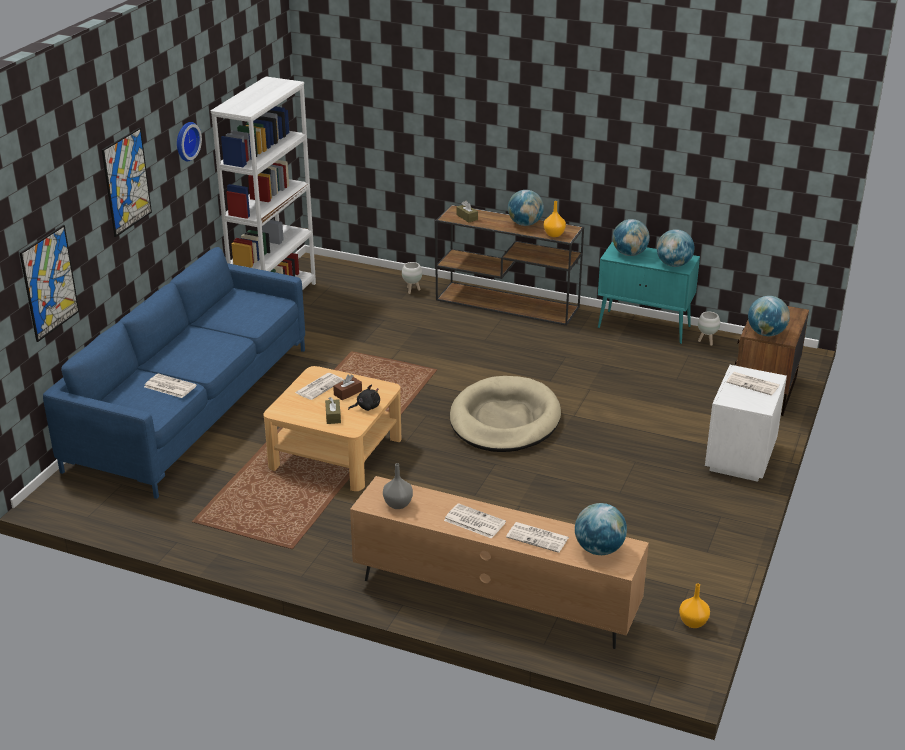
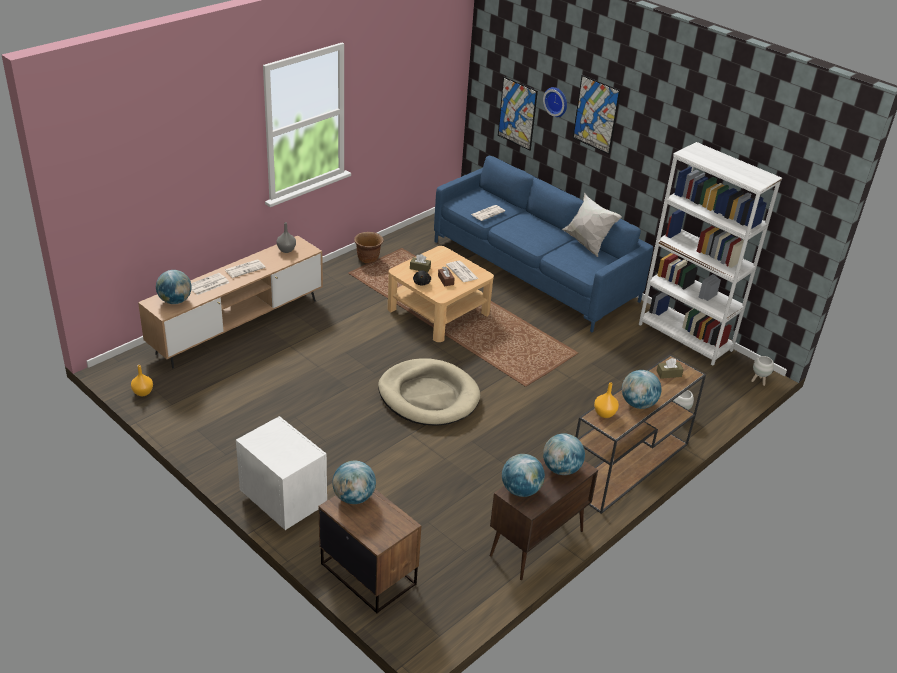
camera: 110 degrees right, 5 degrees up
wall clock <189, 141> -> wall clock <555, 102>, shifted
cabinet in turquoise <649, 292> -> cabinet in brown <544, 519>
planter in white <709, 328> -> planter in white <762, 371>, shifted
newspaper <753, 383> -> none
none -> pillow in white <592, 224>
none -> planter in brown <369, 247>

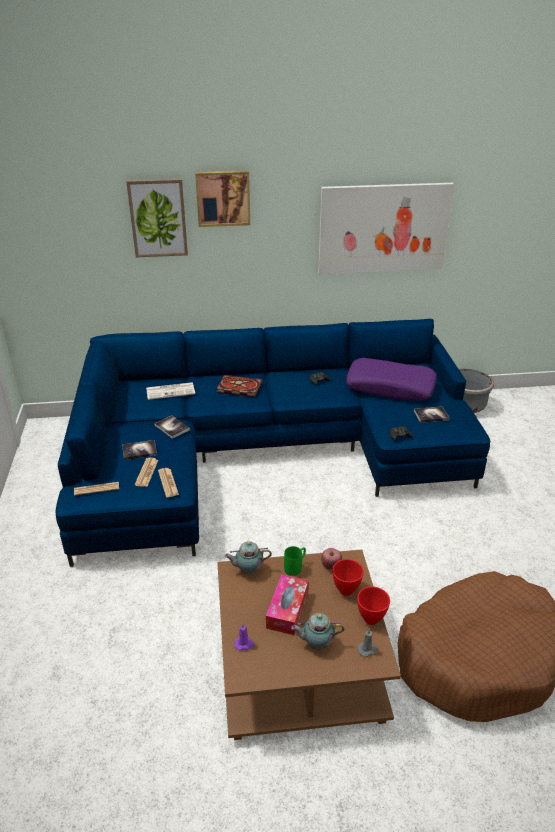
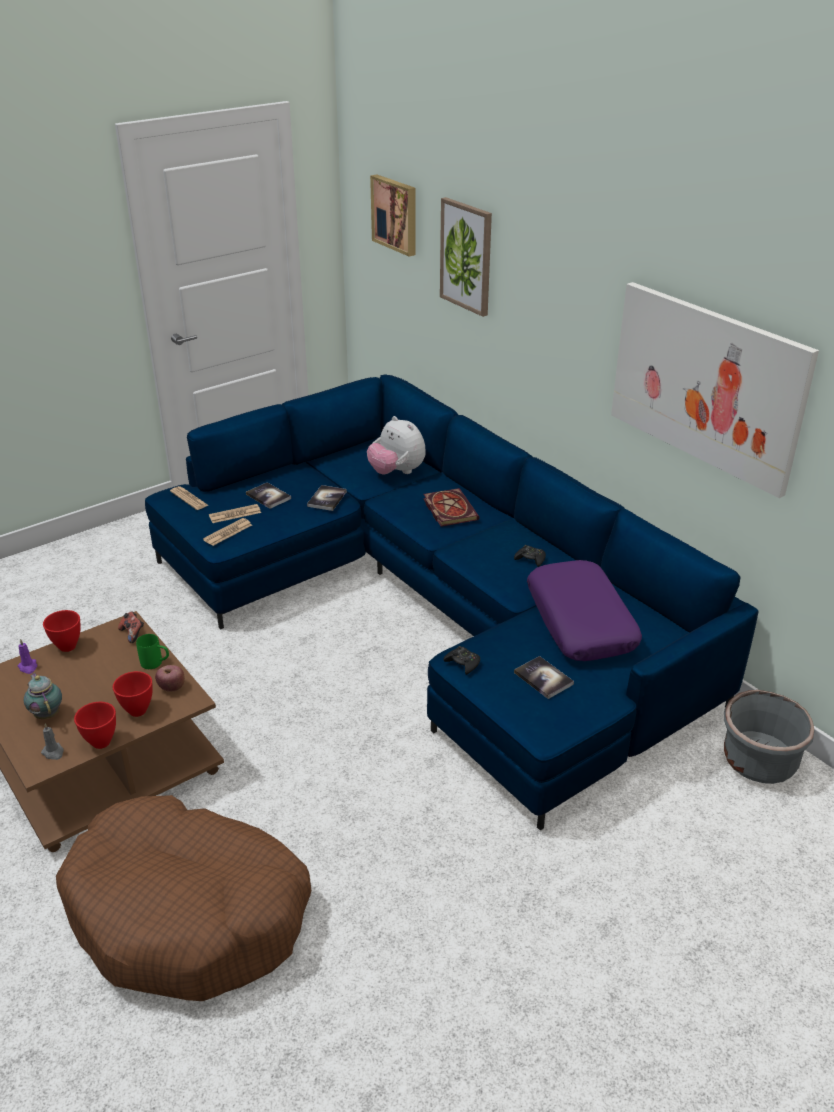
camera: 60 degrees right, 0 degrees up
picture <222, 198> -> picture <393, 215>, shifted
newspaper <170, 391> -> plush toy <396, 445>
teapot <248, 558> -> game controller <131, 627>
tissue box <287, 605> -> none
none -> bowl in red <62, 631>

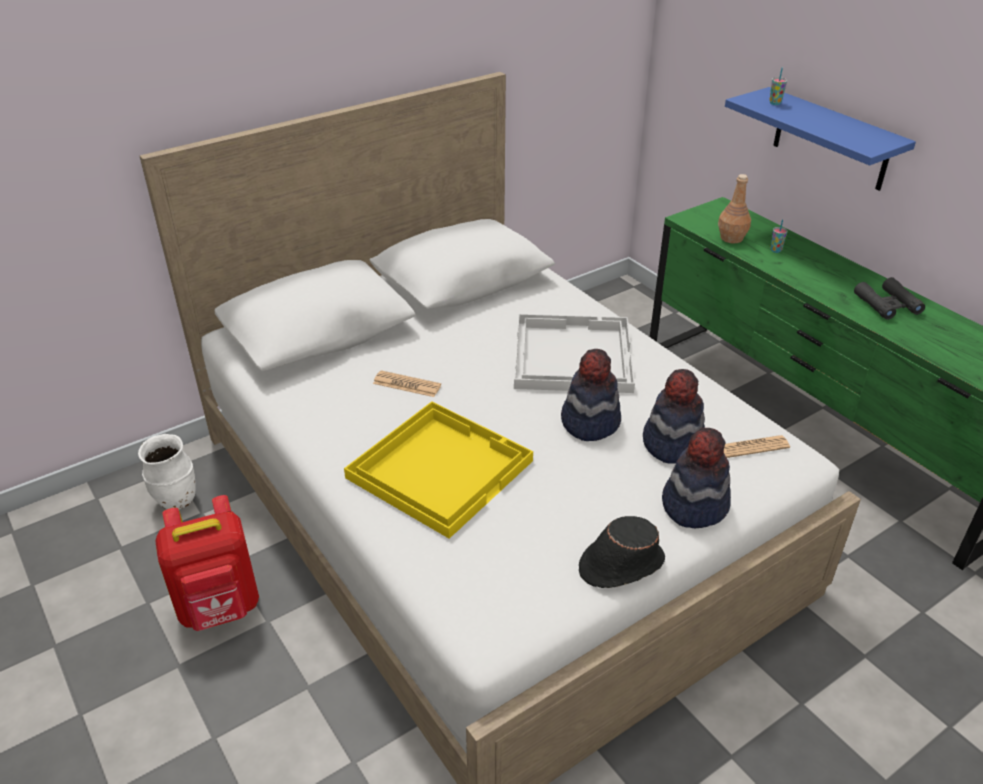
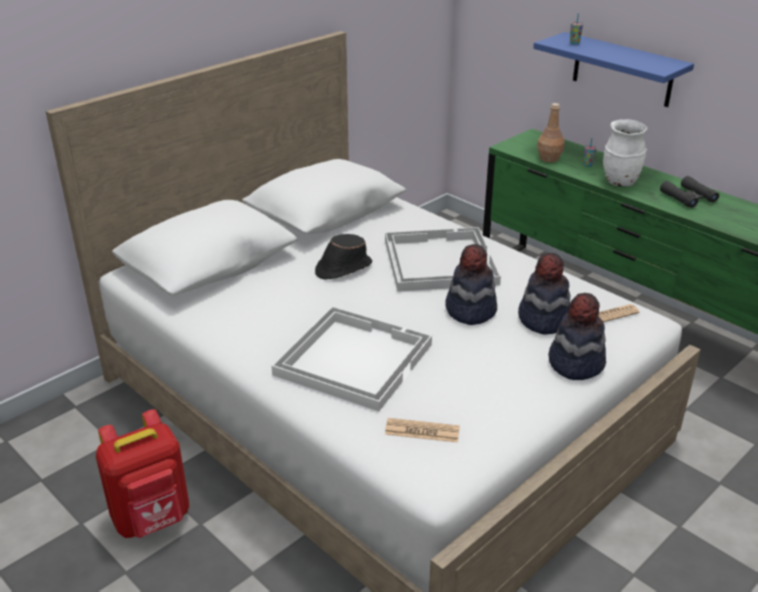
camera: 10 degrees left, 5 degrees down
newspaper <407, 383> -> newspaper <422, 430>, shifted
tray in yellow <438, 470> -> tray in white <352, 358>
vase in white <167, 472> -> vase in white <625, 153>, shifted
hat in black <622, 552> -> hat in black <343, 257>, shifted

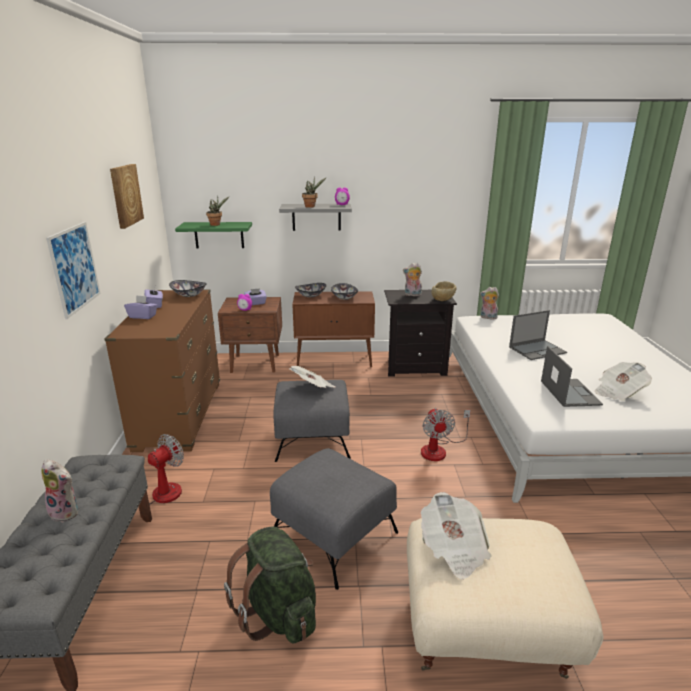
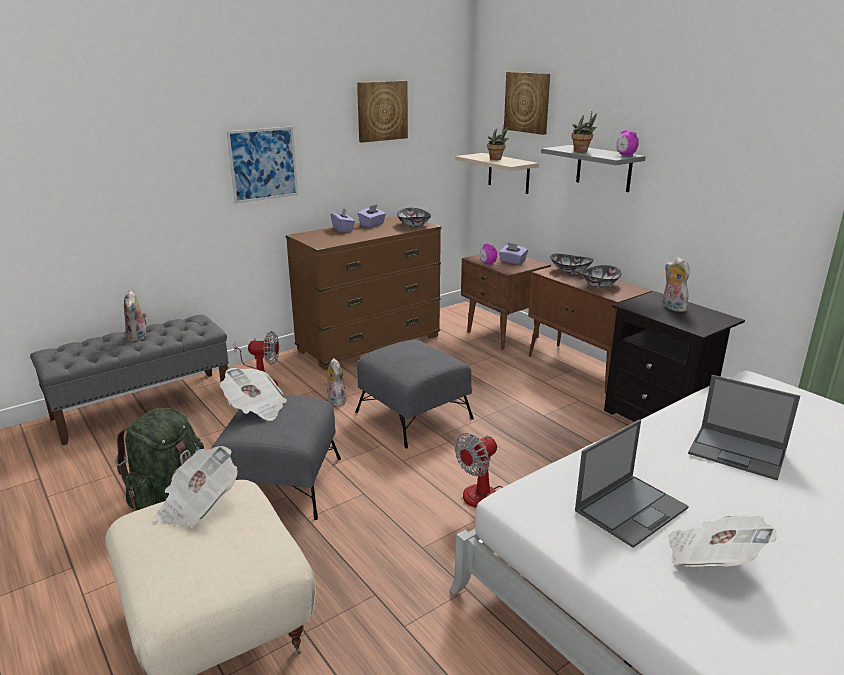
camera: 55 degrees right, 0 degrees up
shelf in green <213, 235> -> shelf in beige <497, 173>
bowl in beige <444, 291> -> none
plush toy <489, 303> -> plush toy <335, 382>, shifted
newspaper <312, 377> -> newspaper <253, 394>, shifted
none -> picture <527, 103>

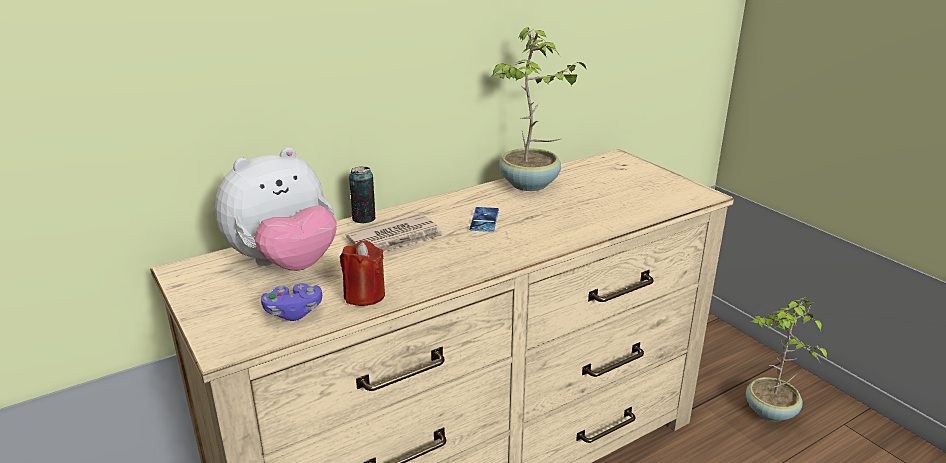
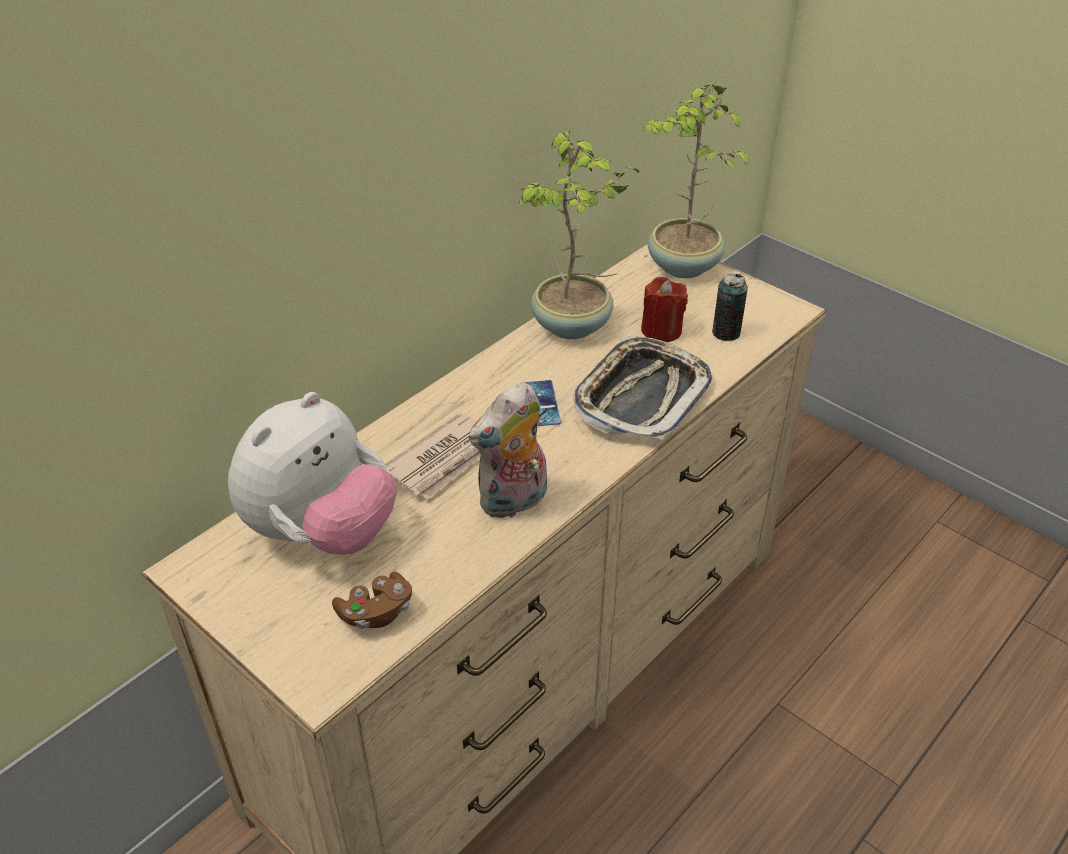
camera: 15 degrees left, 15 degrees up
can <362, 194> -> can <730, 307>, shifted
candle in red <362, 273> -> candle in red <664, 309>, shifted
game controller in purple <291, 302> -> game controller in brown <372, 600>
potted plant <786, 359> -> potted plant <695, 179>, shifted
none -> tray <642, 388>
none -> plush toy <508, 451>

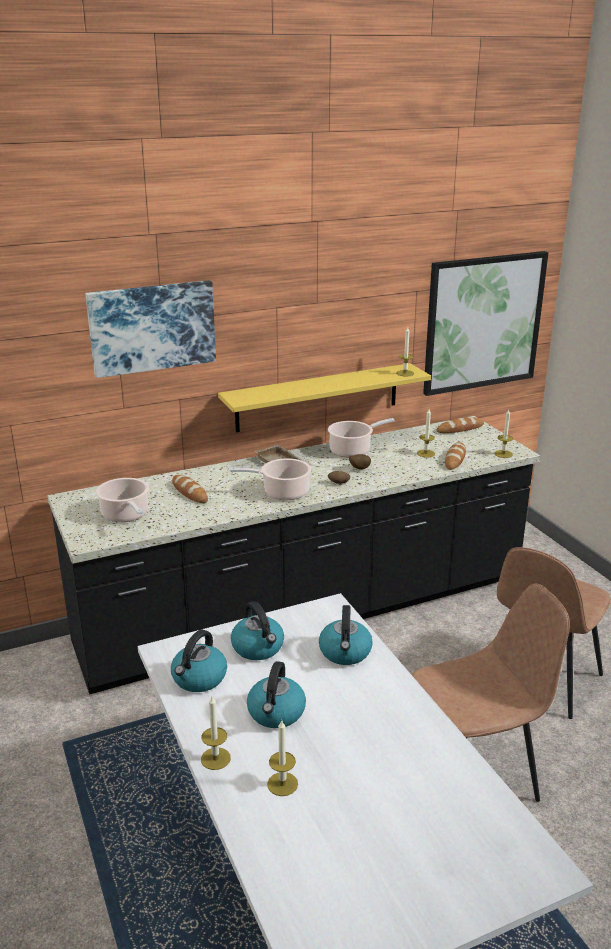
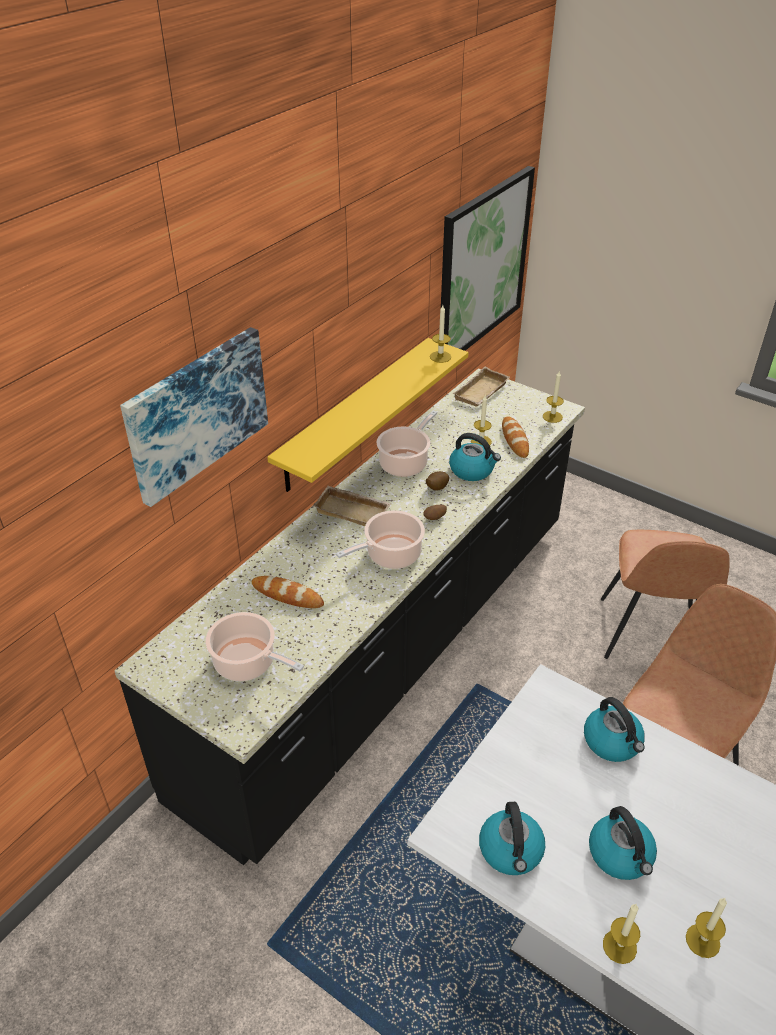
camera: 30 degrees left, 15 degrees up
bread <460, 425> -> tray in beige <481, 387>
kettle <257, 630> -> kettle <475, 457>, shifted

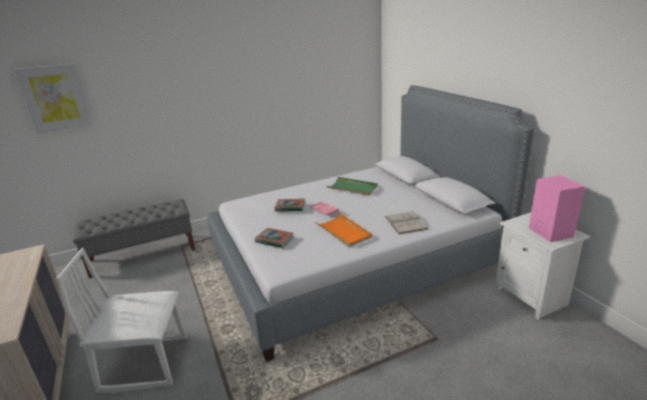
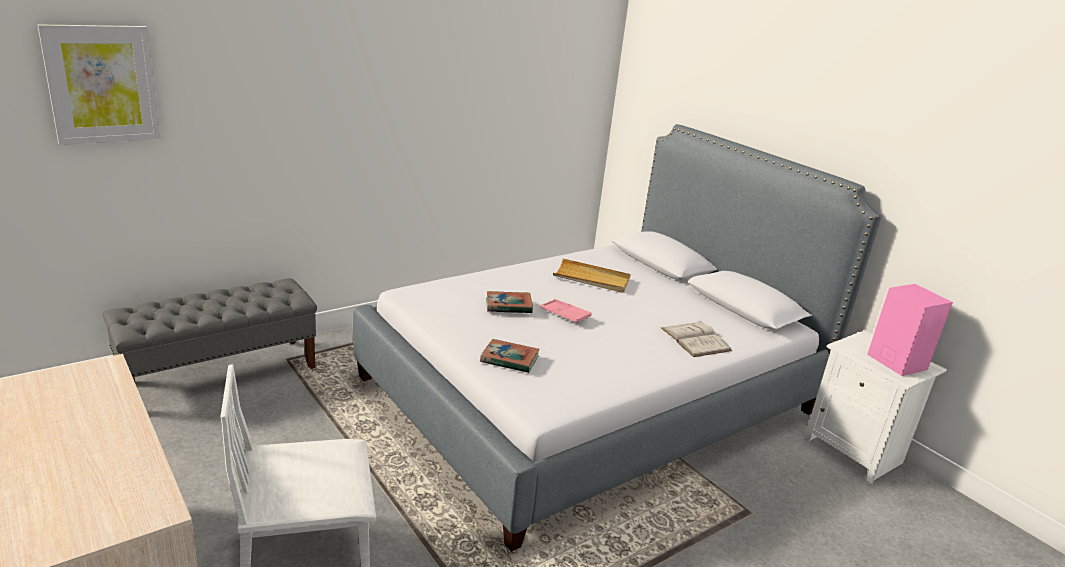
camera: 15 degrees left, 0 degrees up
tray in green <352, 186> -> tray in beige <592, 276>
tray in orange <343, 230> -> none

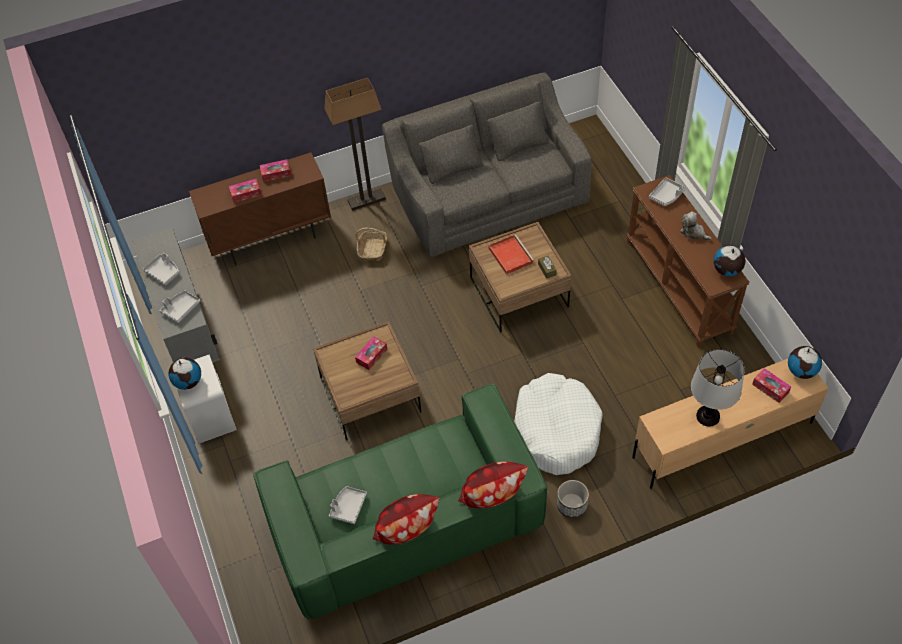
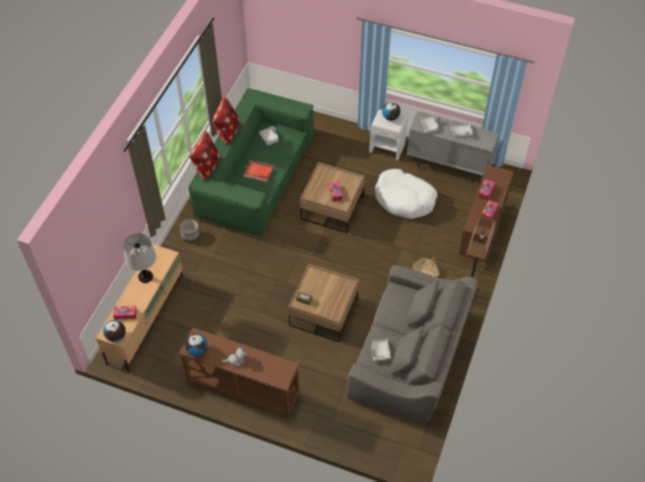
camera: 130 degrees right, 0 degrees up
tray in grey <667, 191> -> tray in grey <381, 350>, shifted
tray in red <511, 254> -> tray in red <258, 172>, shifted
dog bed in white <558, 424> -> dog bed in white <406, 194>, shifted

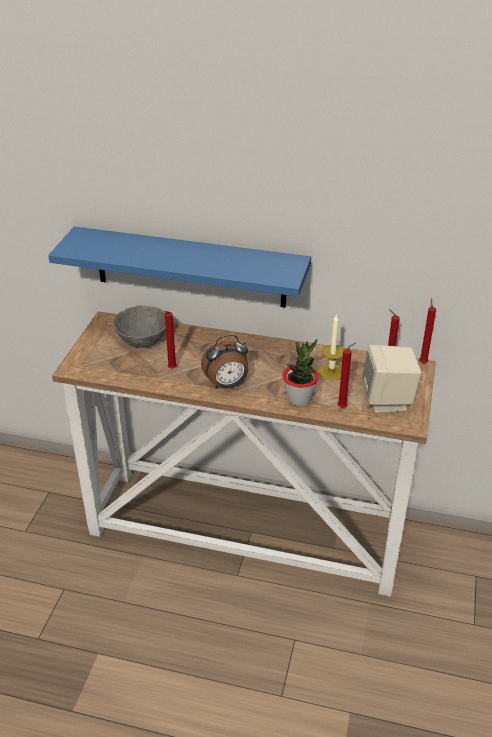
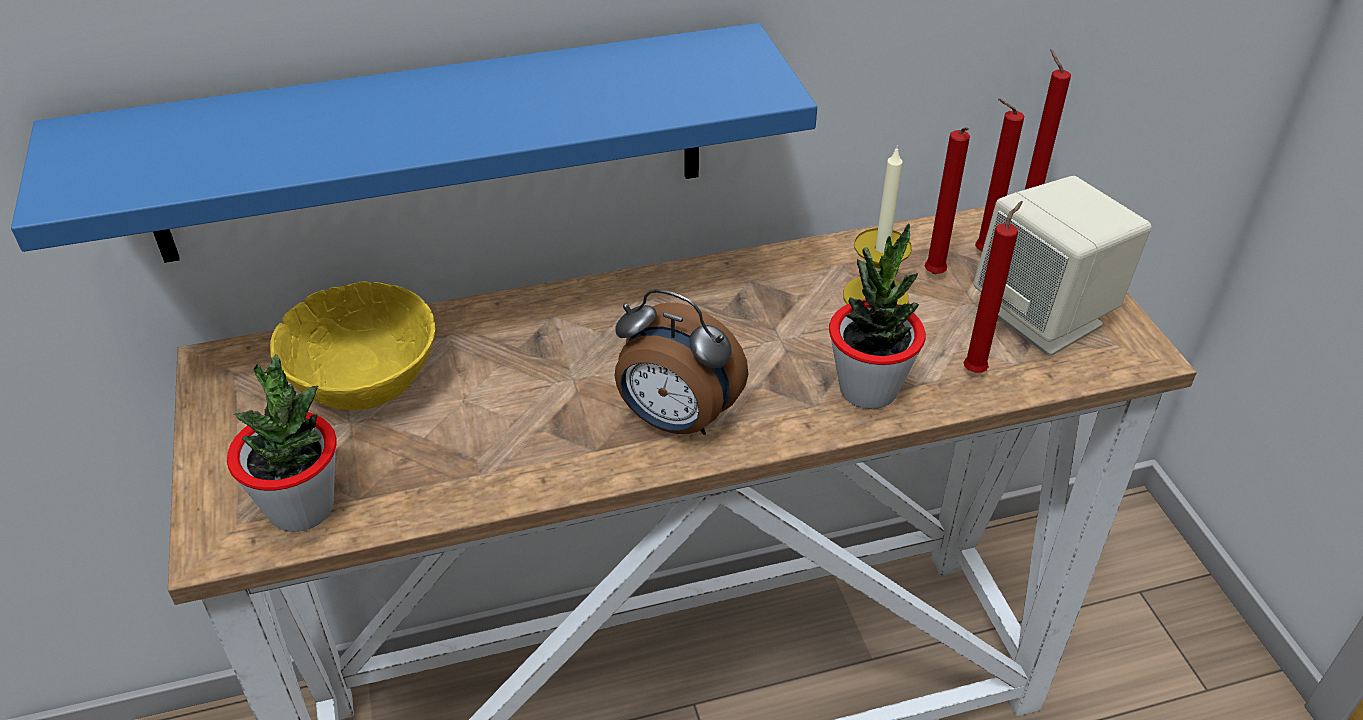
camera: 30 degrees left, 5 degrees up
bowl in grey <139, 326> -> bowl in yellow <353, 346>
candle in red <170, 340> -> candle in red <947, 200>, shifted
alarm clock <224, 362> -> alarm clock <681, 362>, 75 degrees clockwise
none -> potted plant <281, 443>

